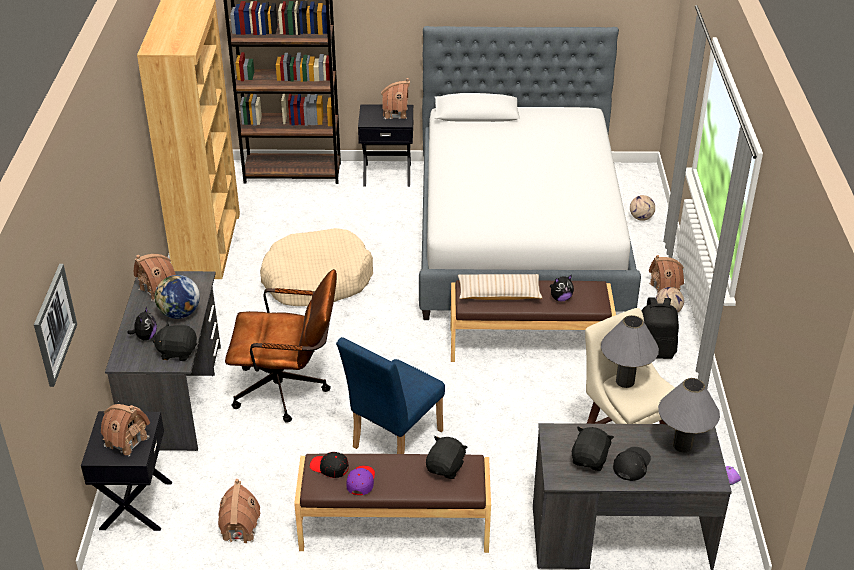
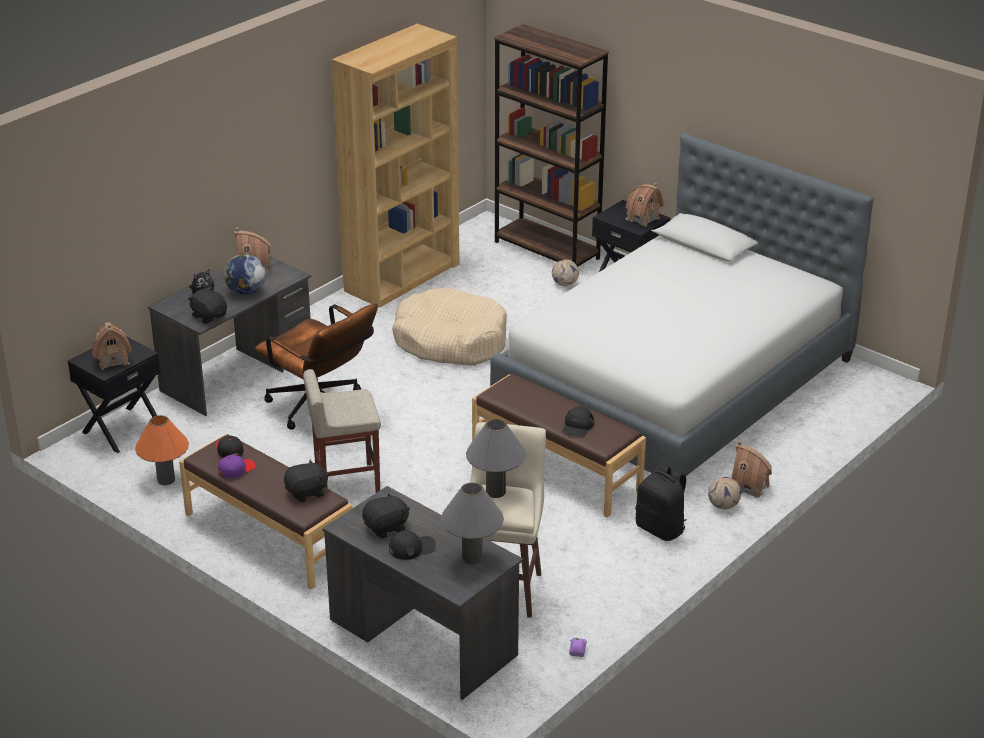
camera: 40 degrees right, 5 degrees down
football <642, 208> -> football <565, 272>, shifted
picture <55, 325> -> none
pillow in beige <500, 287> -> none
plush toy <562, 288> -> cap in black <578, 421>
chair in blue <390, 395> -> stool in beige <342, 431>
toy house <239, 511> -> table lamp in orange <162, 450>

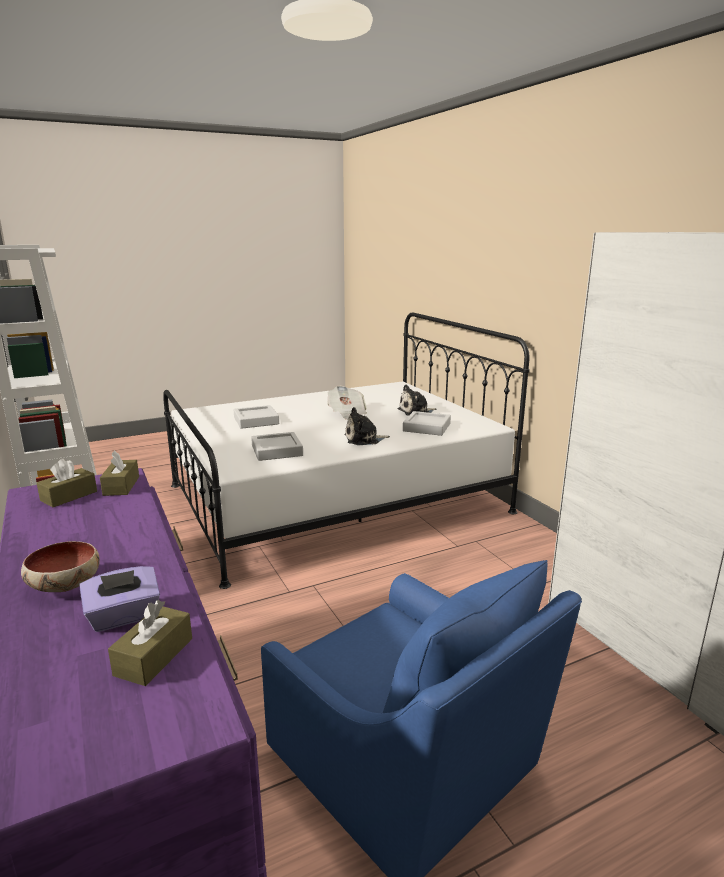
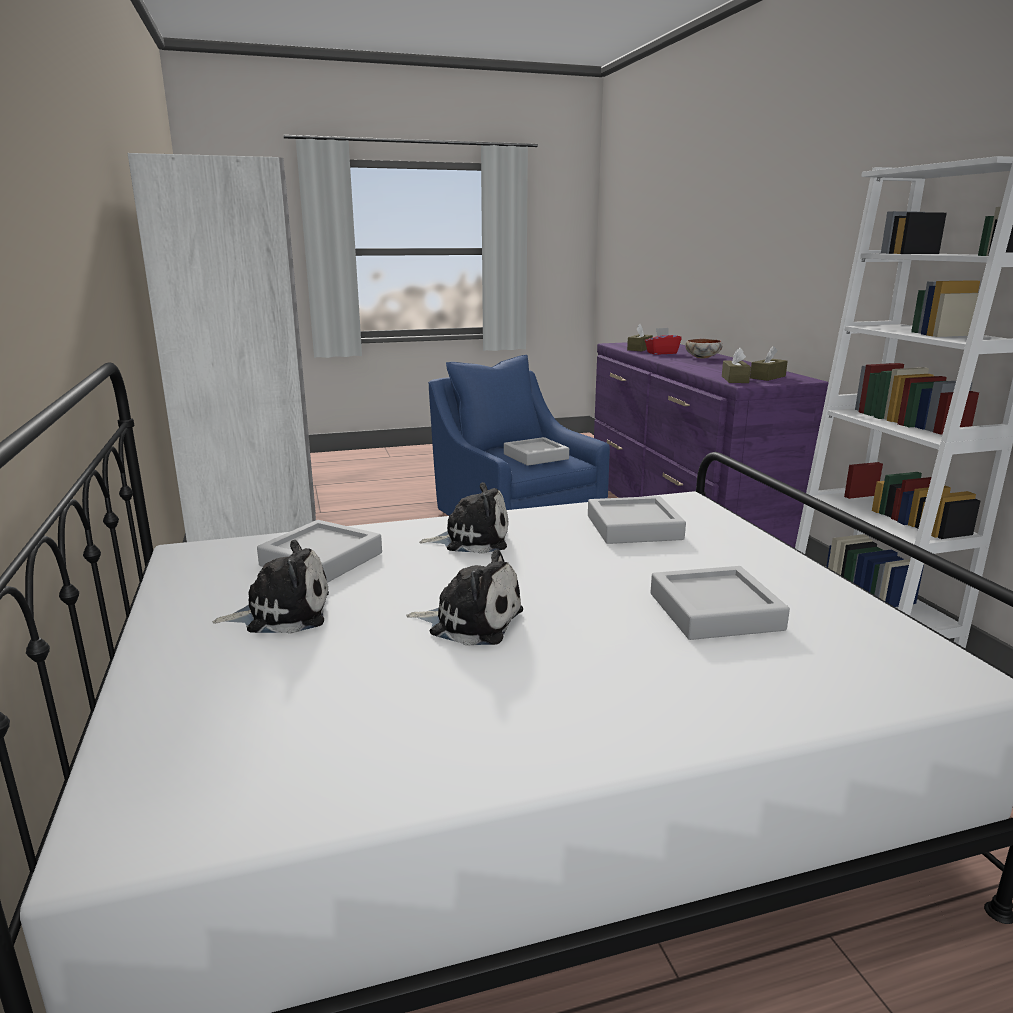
camera: 170 degrees left, 0 degrees up
newspaper <347, 403> -> plush toy <464, 597>
tissue box in purple <120, 599> -> tissue box in red <663, 341>
none -> tray in grey <536, 451>

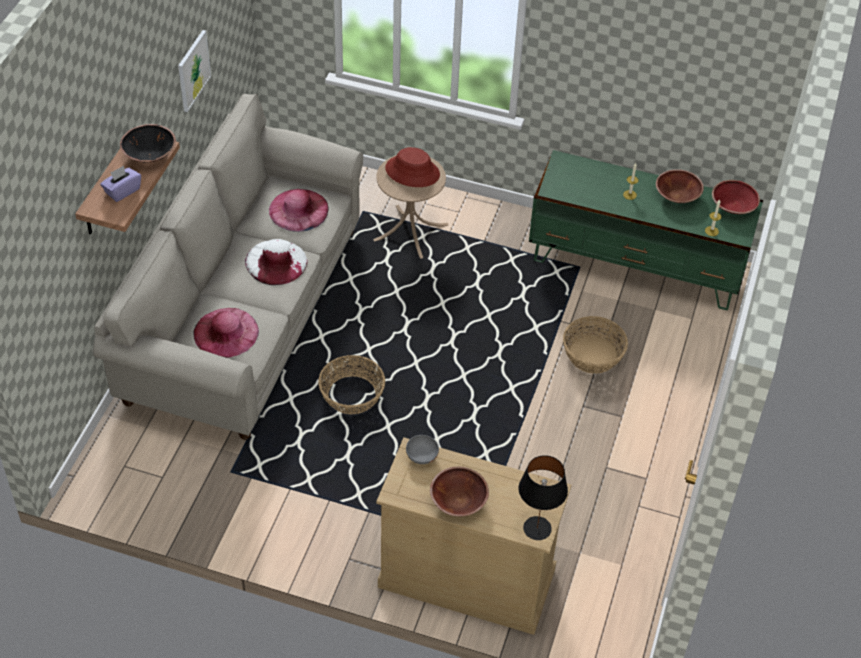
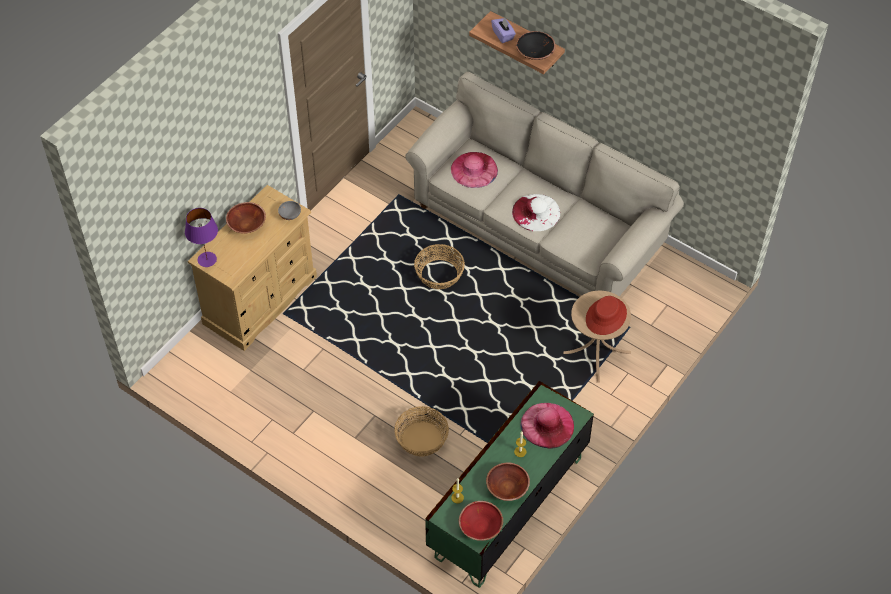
camera: 110 degrees right, 5 degrees up
picture <194, 71> -> none
hat in pink <299, 210> -> hat in pink <547, 426>, shifted
table lamp in black <543, 497> -> table lamp in purple <201, 237>

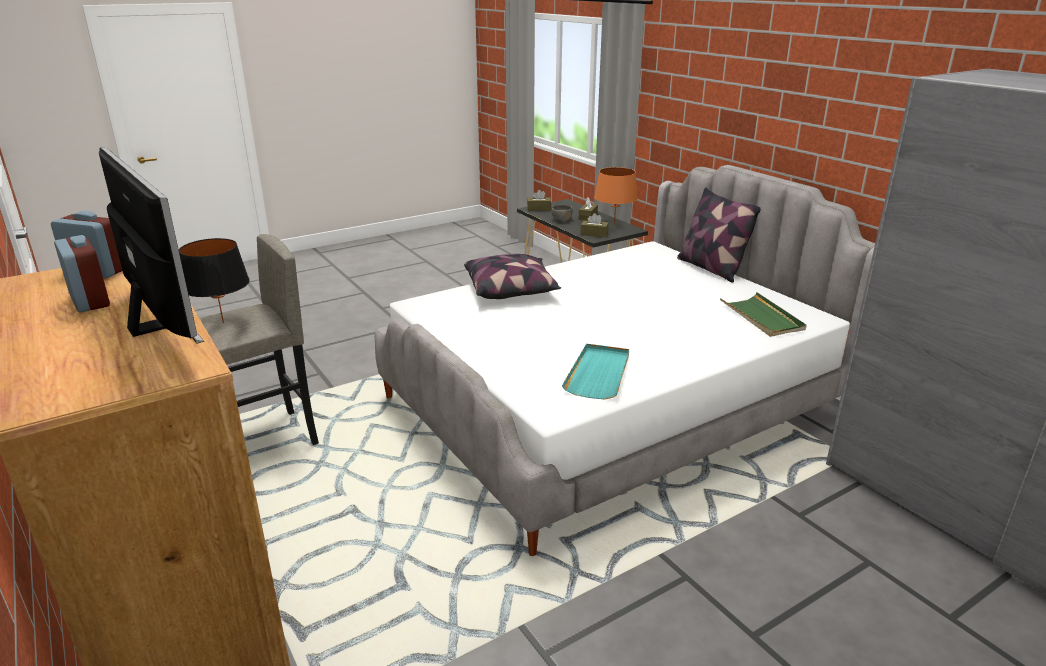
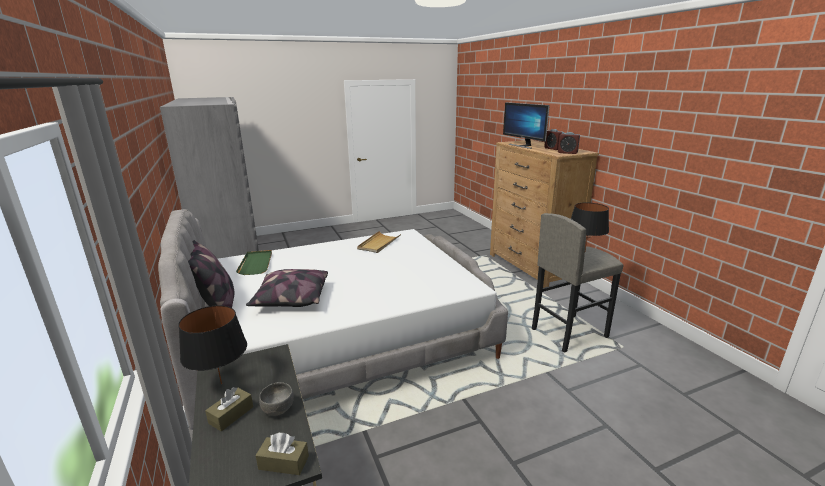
camera: 170 degrees left, 5 degrees down
table lamp in orange <616, 196> -> table lamp in black <212, 344>
tissue box in brown <594, 225> -> none
pillow <512, 276> -> pillow <287, 288>, shifted
tray in turquoise <595, 372> -> tray in beige <379, 242>

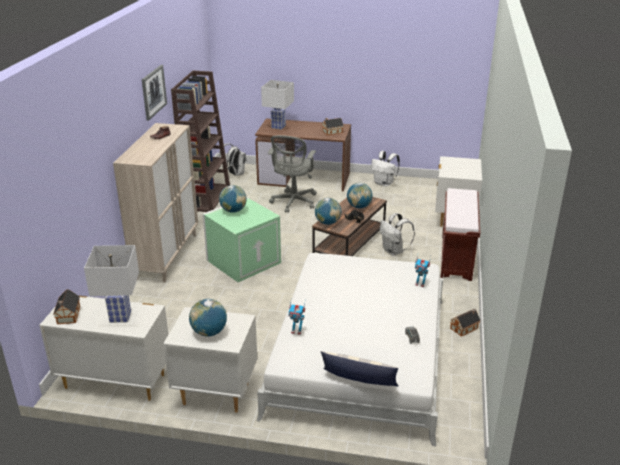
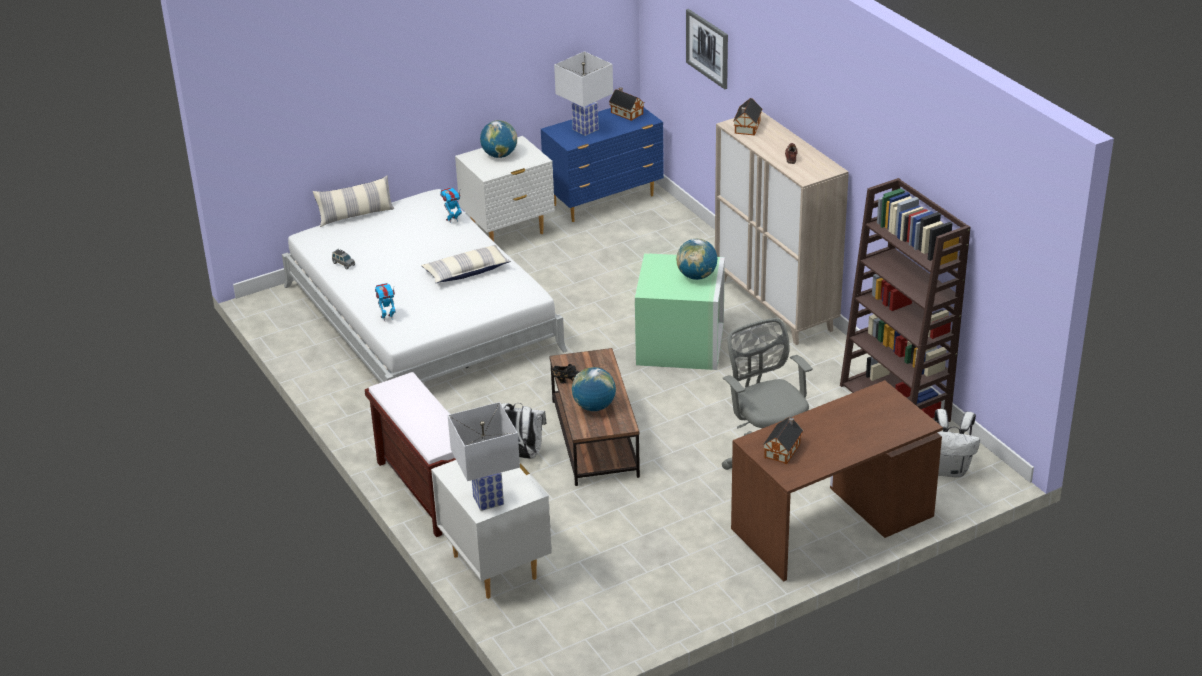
camera: 140 degrees right, 5 degrees up
picture <154, 93> -> picture <707, 49>, shifted
table lamp in white <277, 105> -> table lamp in white <484, 456>, shifted
backpack in white <385, 168> -> none
globe <328, 211> -> none
dresser in white <104, 348> -> dresser in blue <602, 164>
toy house <465, 323> -> toy house <747, 117>, shifted
none -> pillow <466, 264>

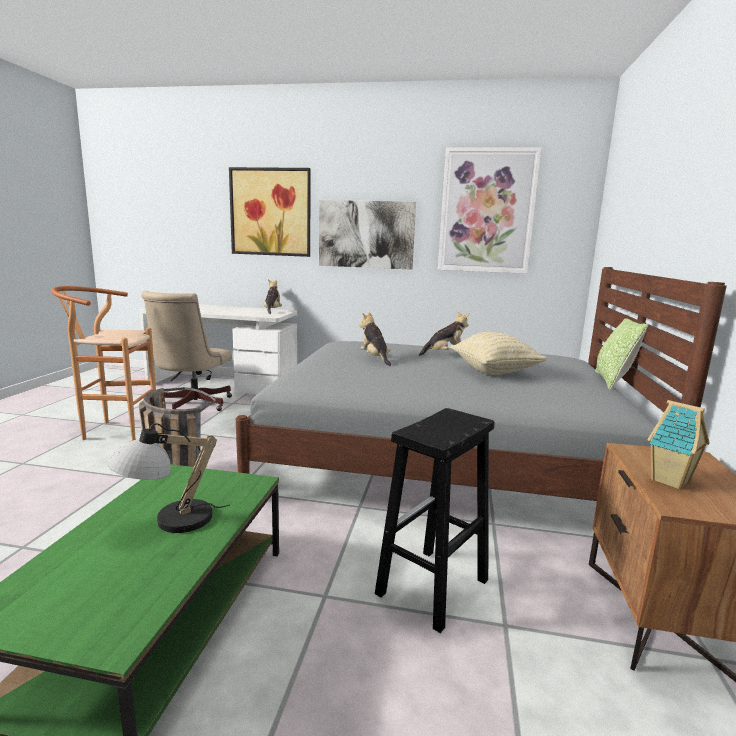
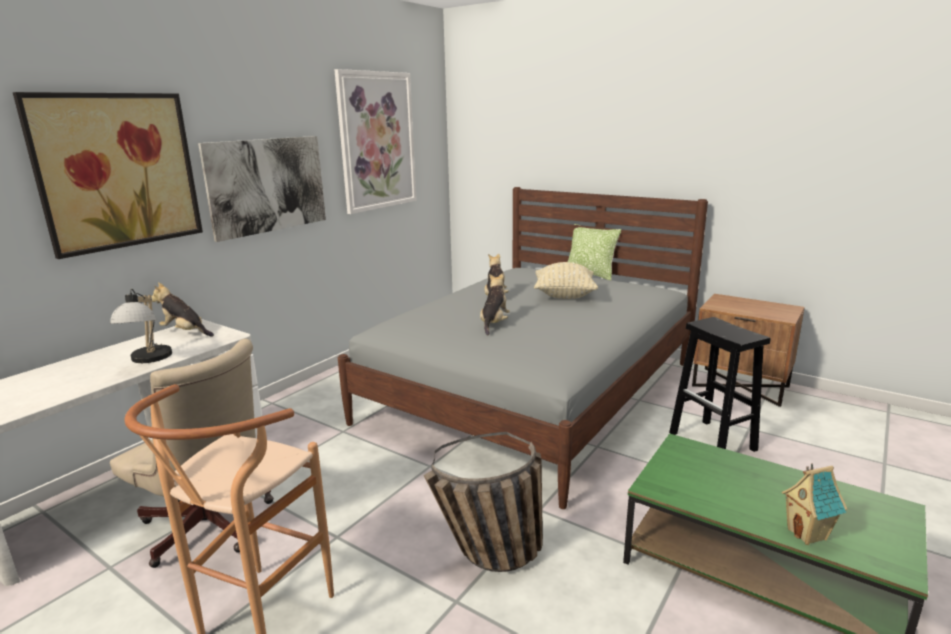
camera: 65 degrees left, 5 degrees up
plush toy <375, 339> -> plush toy <495, 304>, 105 degrees clockwise
toy house <679, 445> -> toy house <815, 504>, shifted
table lamp <169, 478> -> table lamp <141, 326>, shifted

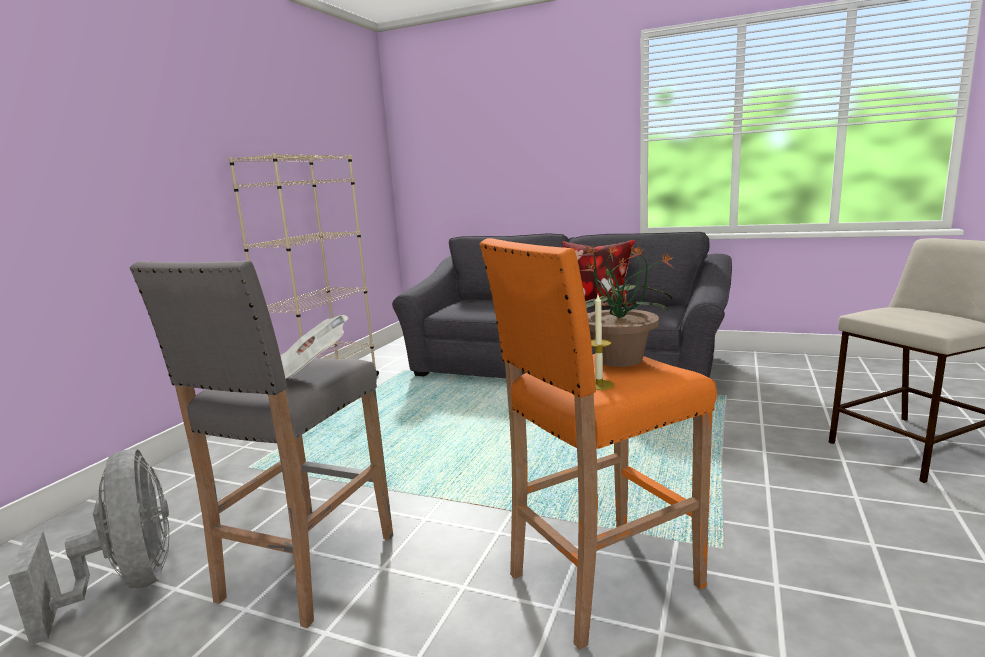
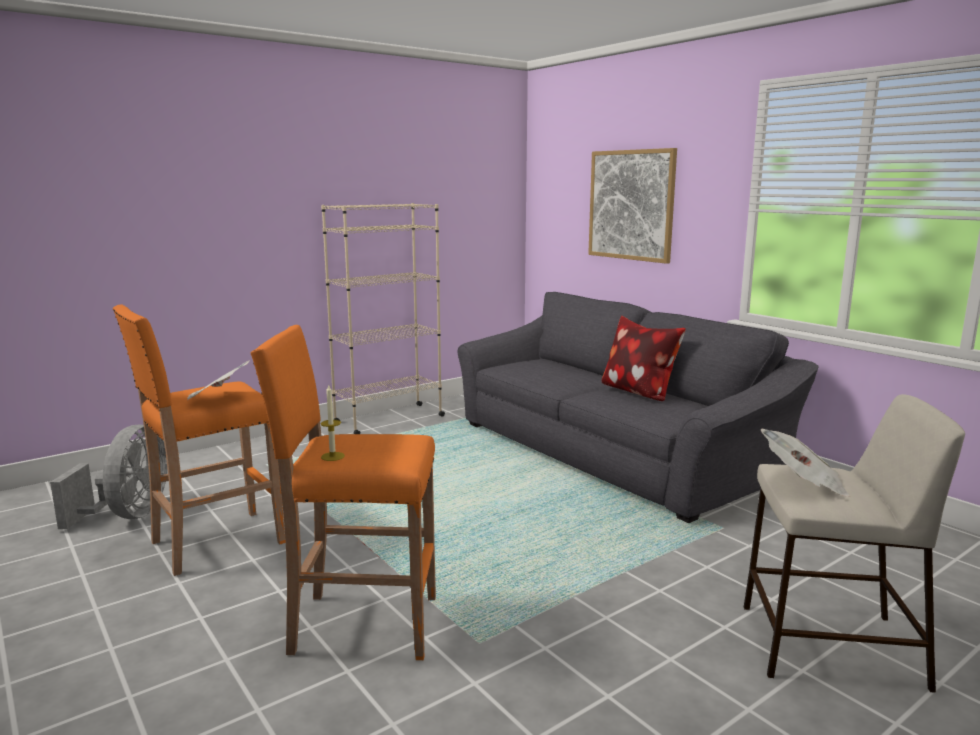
camera: 30 degrees right, 0 degrees up
potted plant <626, 306> -> none
stool in grey <261, 444> -> stool in orange <199, 440>
none -> picture <632, 206>
none -> newspaper <805, 463>

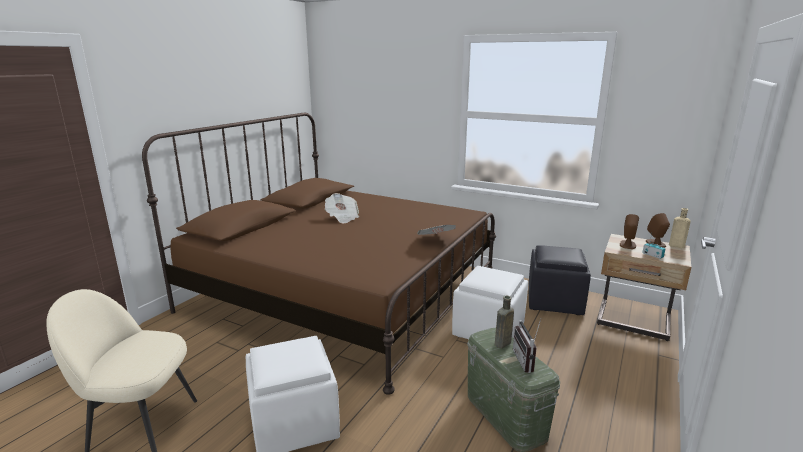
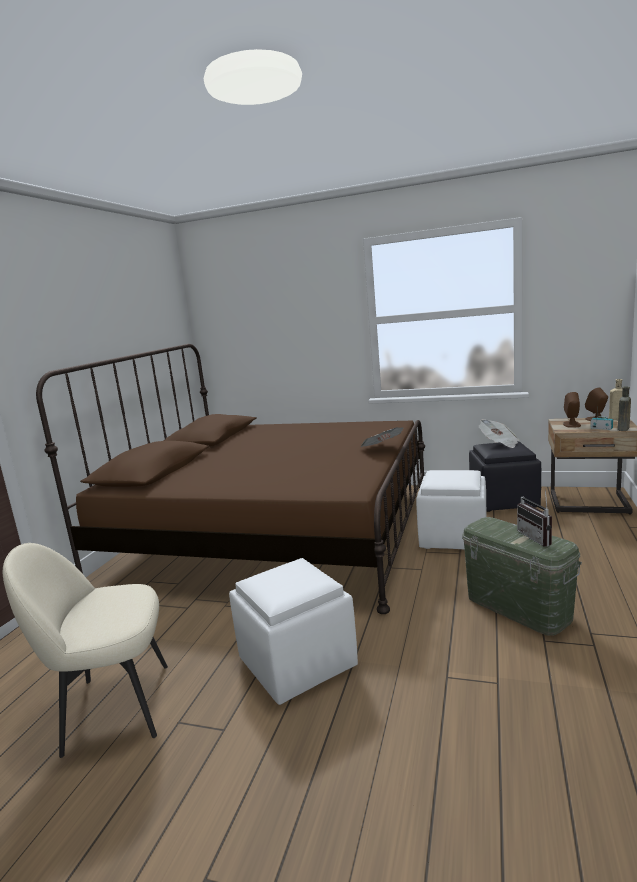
camera: 10 degrees left, 5 degrees down
newspaper <342, 208> -> newspaper <499, 433>, shifted
bottle in brown <504, 322> -> bottle in brown <624, 409>, shifted

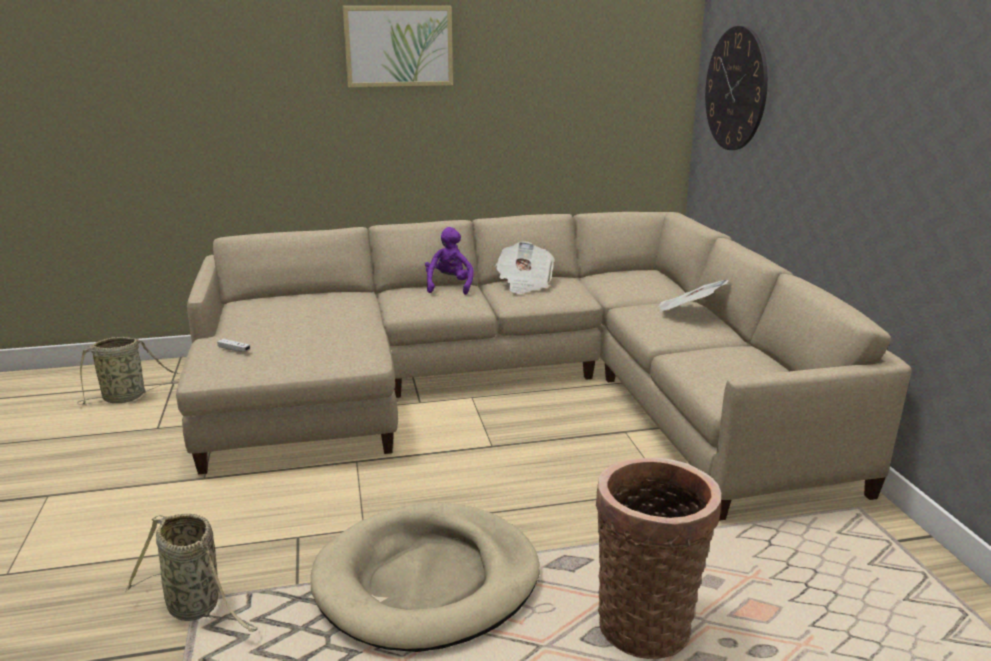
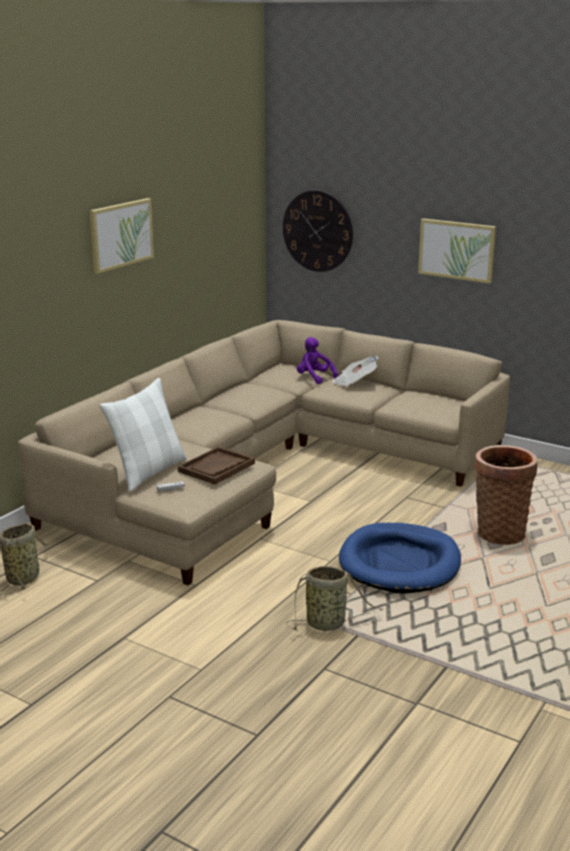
camera: 45 degrees left, 0 degrees up
plush toy in purple <449, 261> -> plush toy in purple <317, 360>, shifted
newspaper <525, 267> -> none
dog bed in beige <425, 577> -> dog bed in blue <400, 558>
none -> picture <457, 251>
none -> pillow in white <143, 435>
none -> tray in brown <216, 466>

